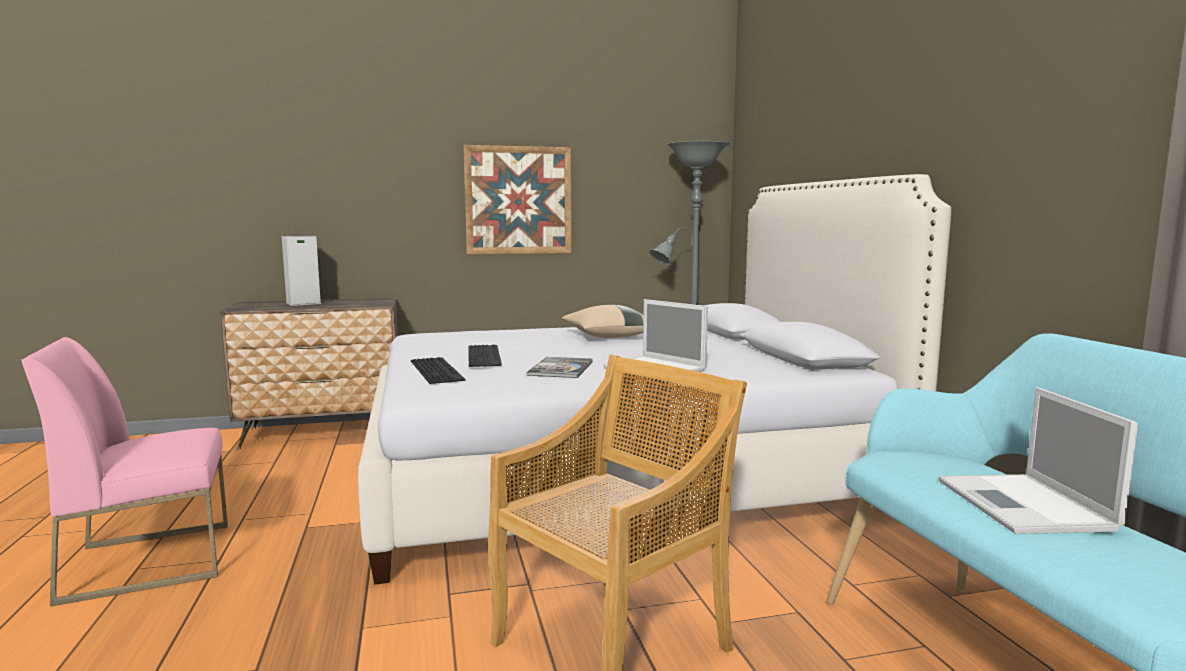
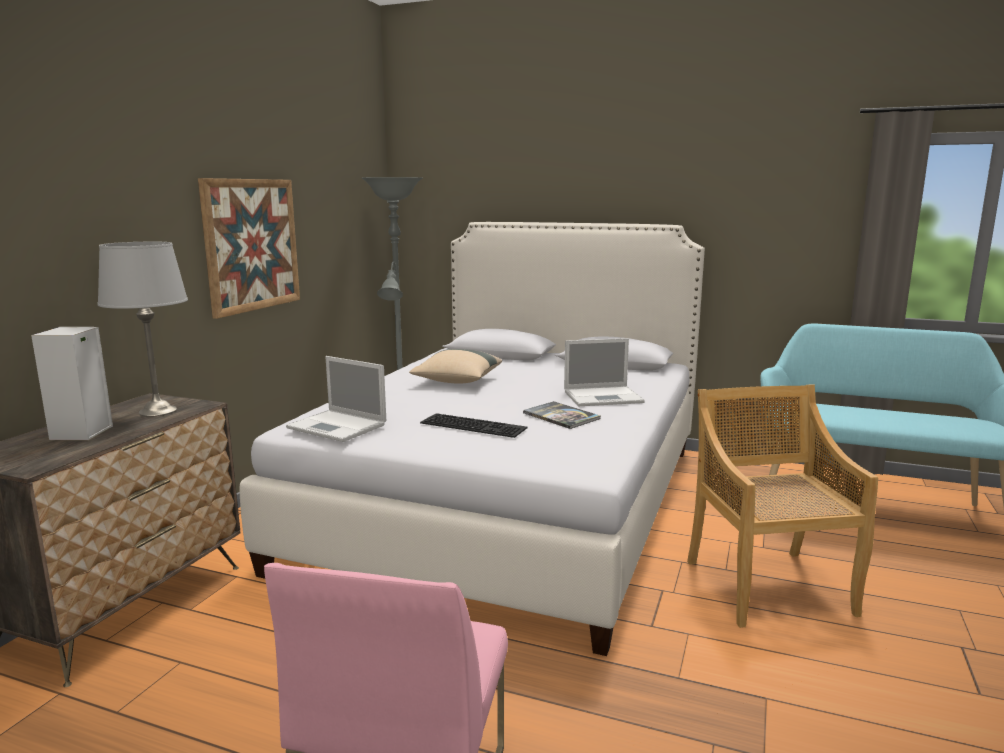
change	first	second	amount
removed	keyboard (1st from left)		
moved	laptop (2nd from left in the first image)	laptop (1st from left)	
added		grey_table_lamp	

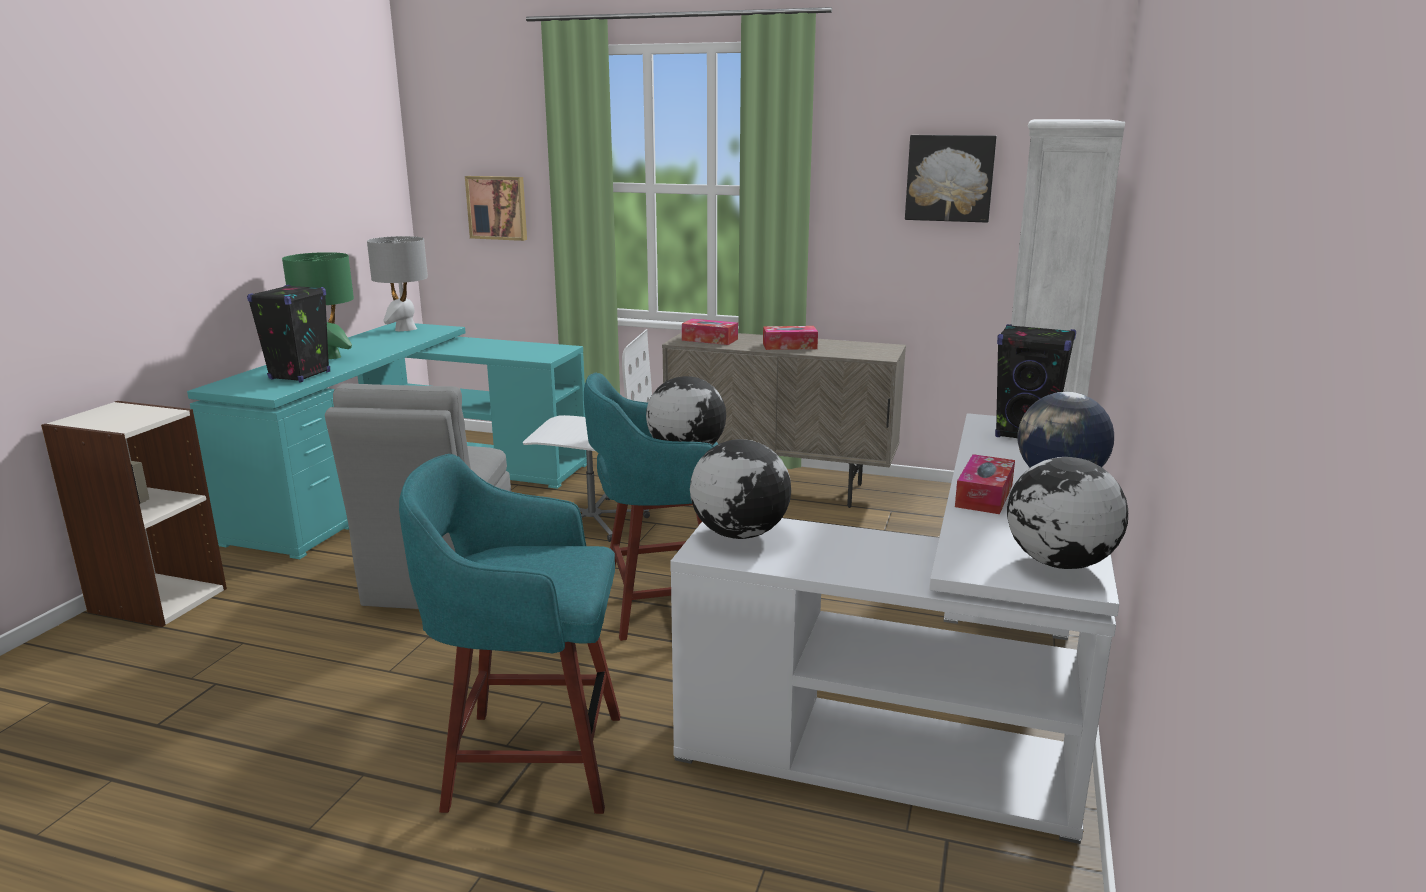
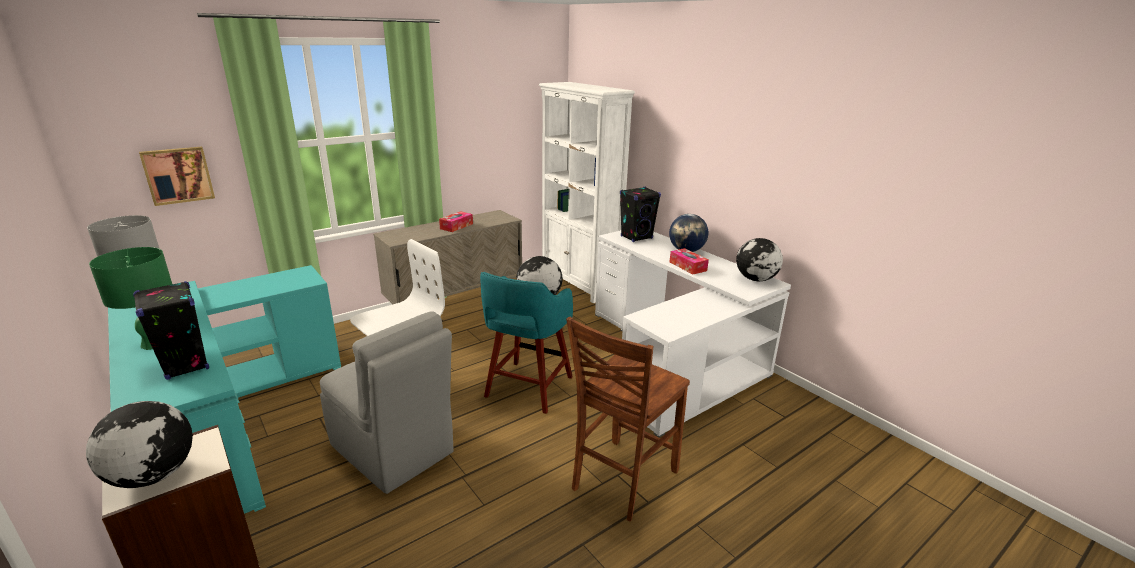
change	first	second	amount
removed	picture (2nd from left)		
removed	tissue_box (1st from left)		
moved	globe (2nd from left in the first image)	globe (1st from left)	
replaced	turquoise_stool (1st from left)	brown_chair	

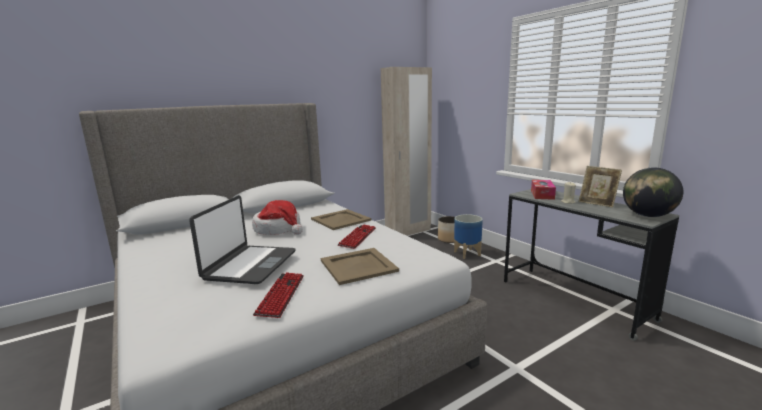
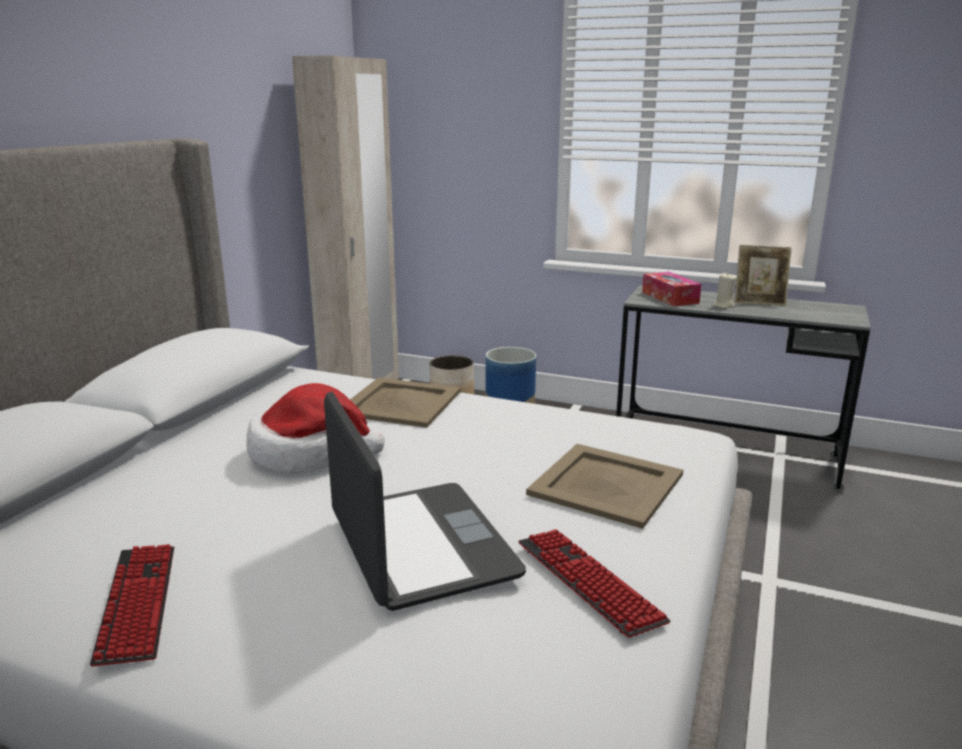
change	first	second	amount
removed	globe		
moved	keyboard (2nd from left in the first image)	keyboard (1st from left)	

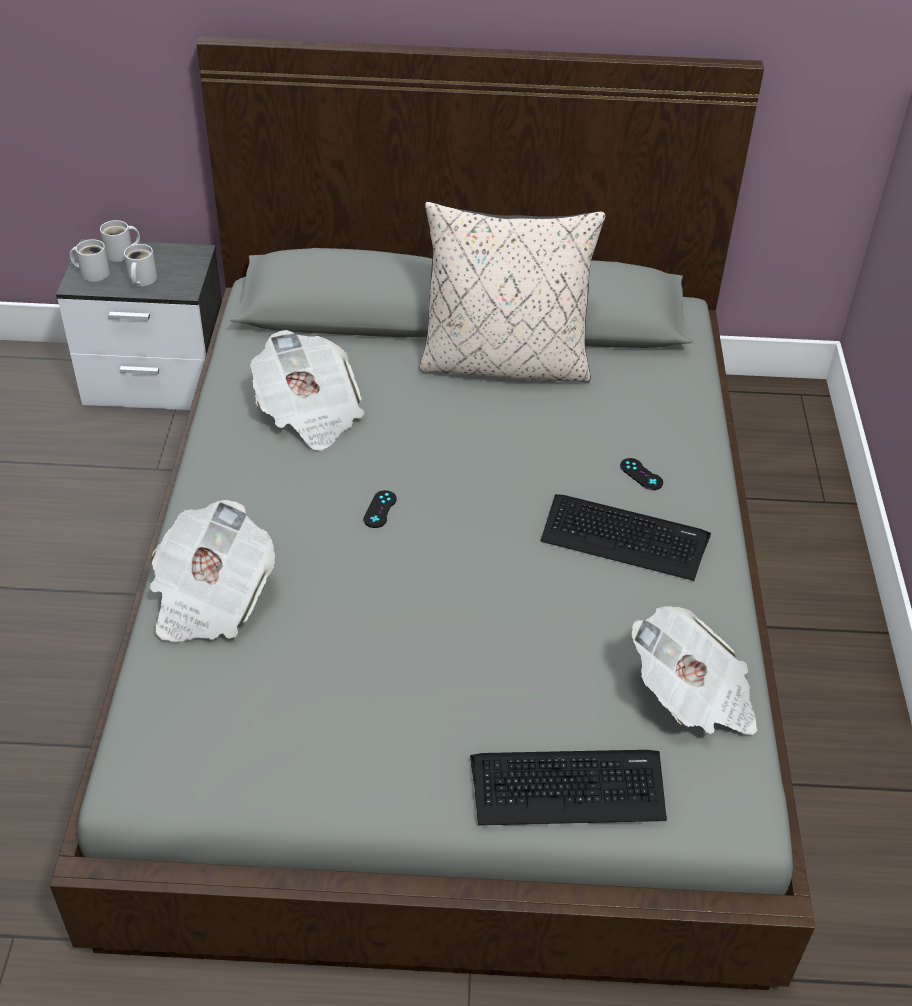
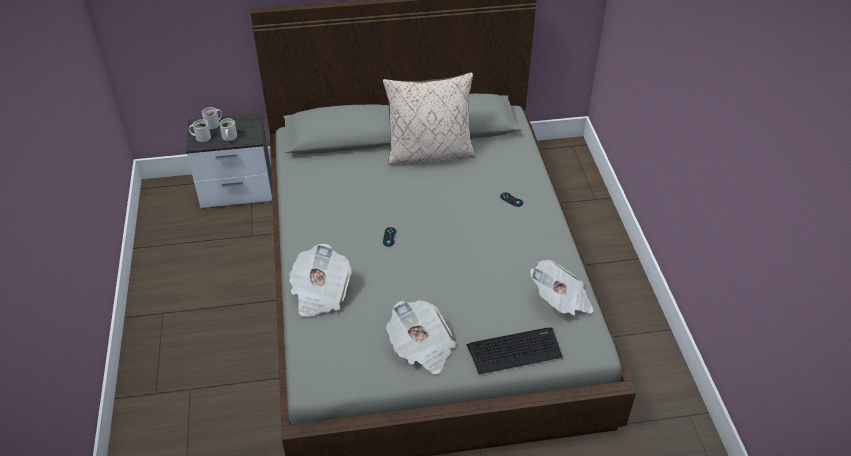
change	first	second	amount
moved	newspaper (2nd from left)		
removed	keyboard (2nd from left)		

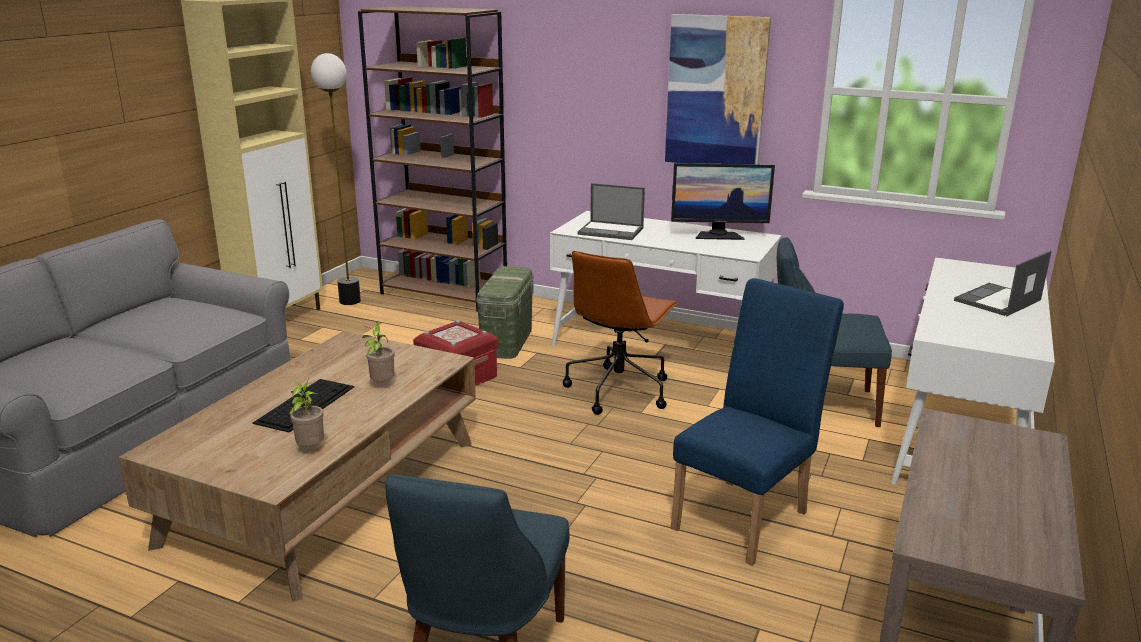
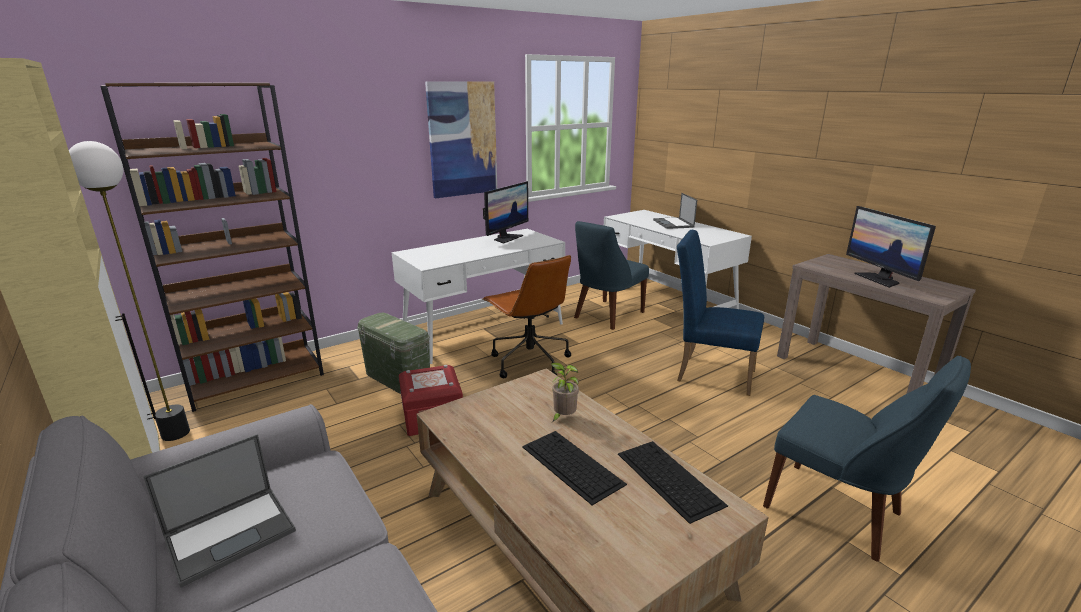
change	first	second	amount
moved	laptop (1st from left)		
turned	blue_chair (2nd from left)		45 degrees counterclockwise
replaced	potted_plant (1st from left)	keyboard (2nd from left)	
added		monitor (2nd from left)	

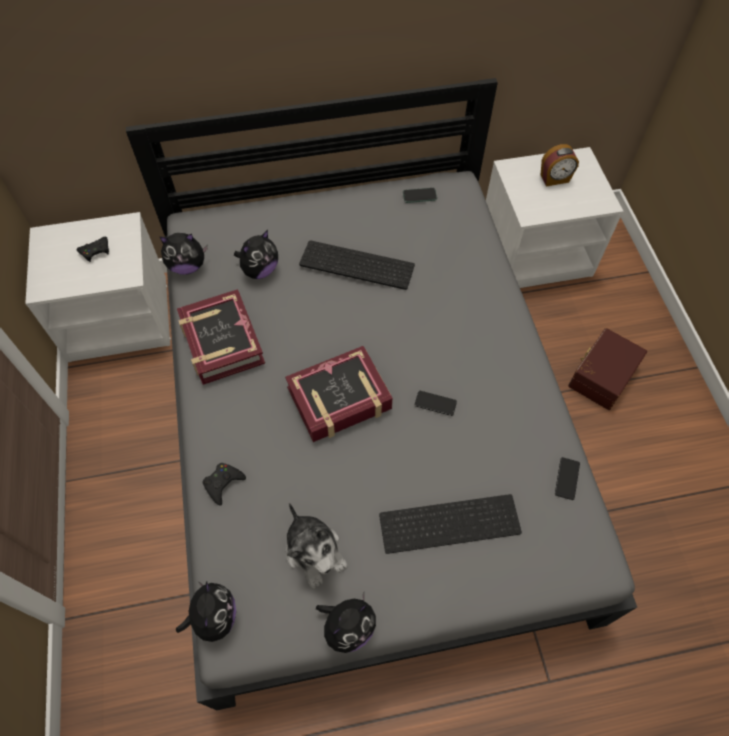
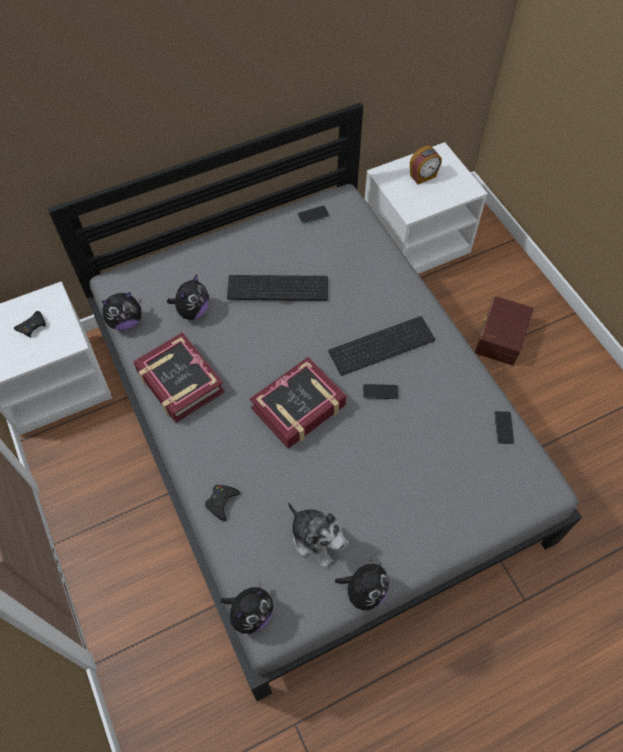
change	first	second	amount
moved	keyboard (2nd from left)		
turned	plush_toy (2nd from left in the first image)	plush_toy (3rd from left)	60 degrees clockwise

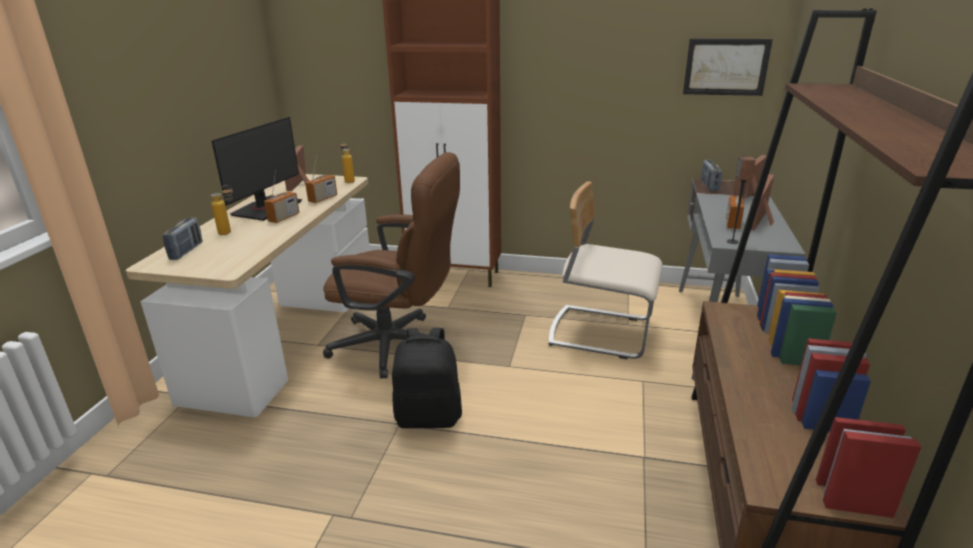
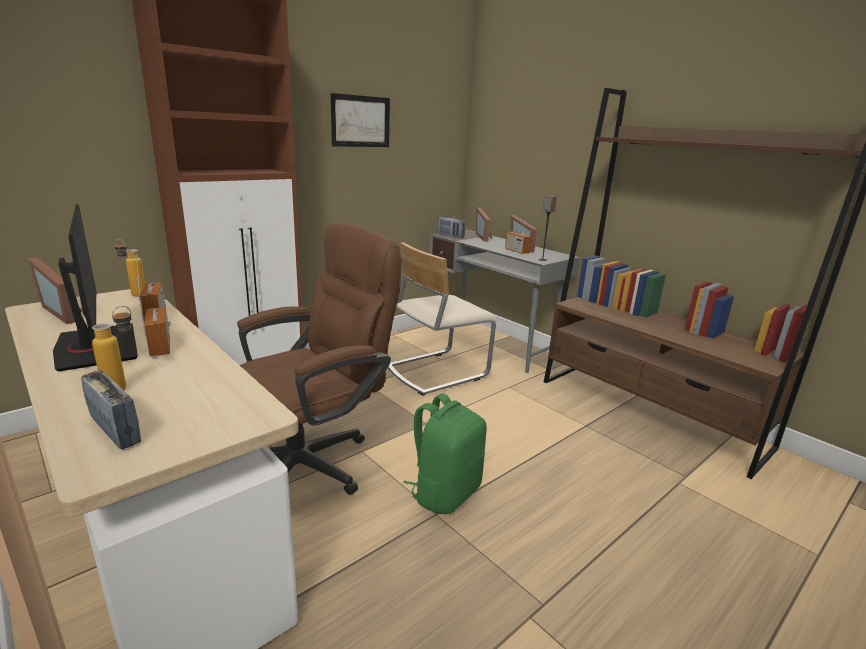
change	first	second	amount
moved	picture		
recoloured	black_backpack	green_backpack	

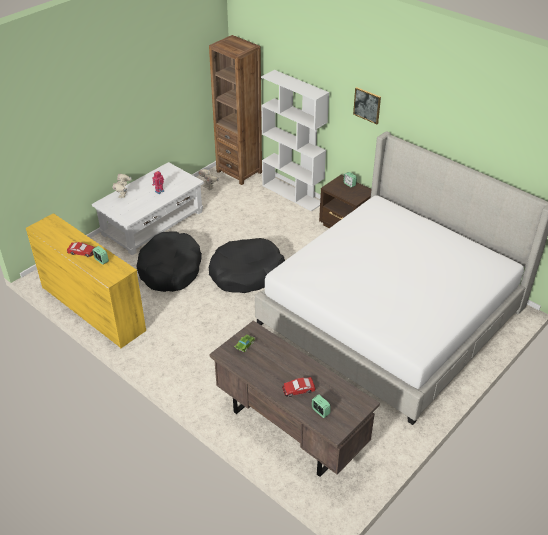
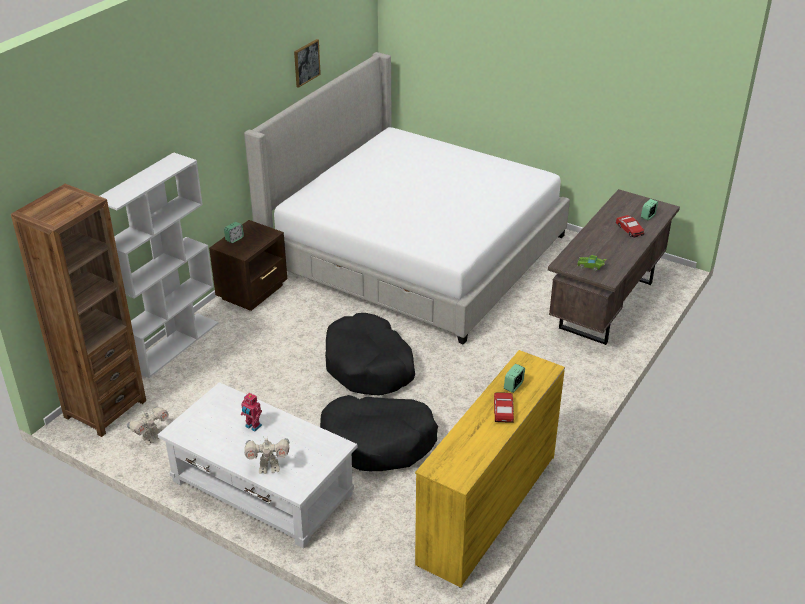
change	first	second	amount
moved	picture		

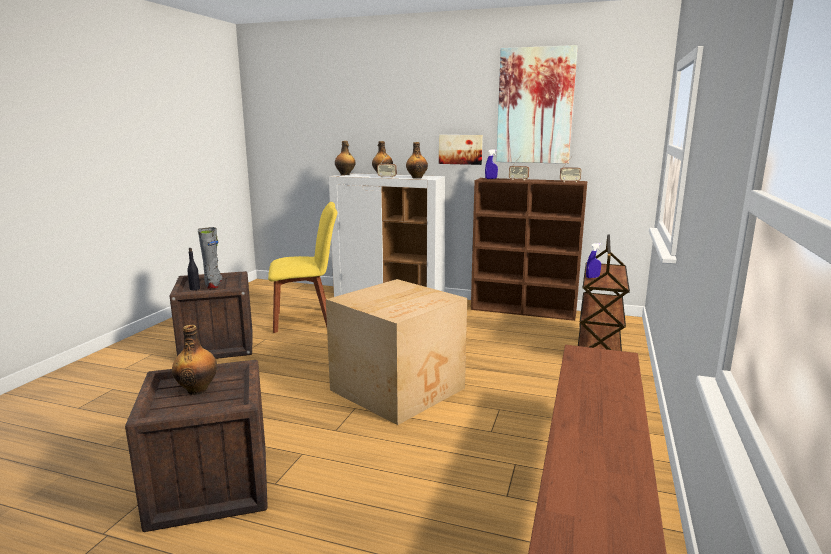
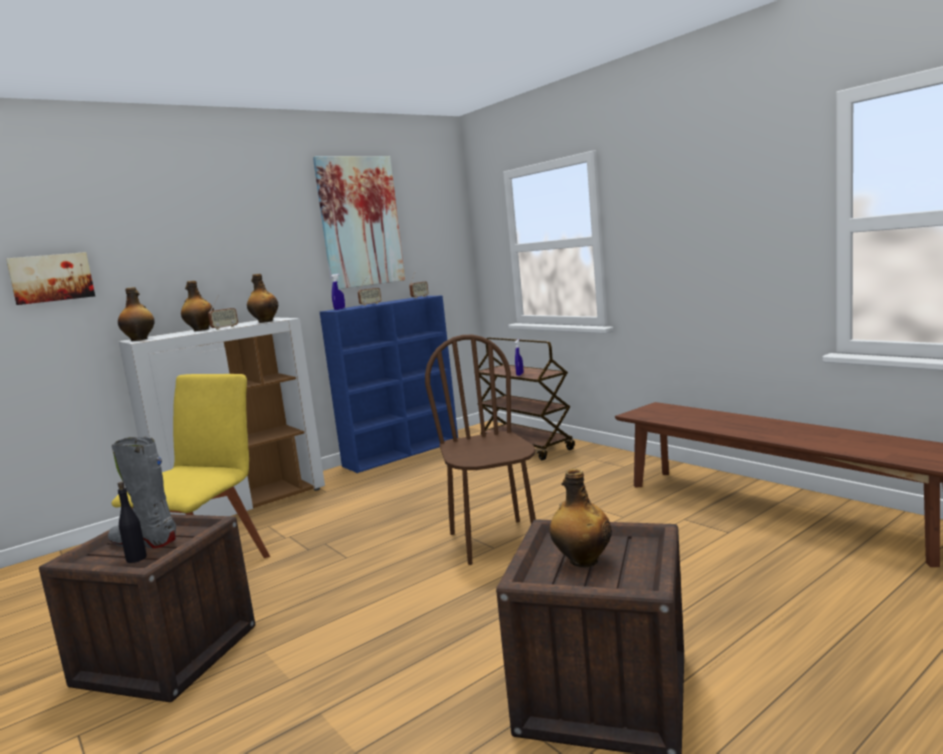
change	first	second	amount
moved	picture (1st from left)		
recoloured	brown_bookcase	blue_bookcase	
replaced	cardboard_box	brown_chair	

